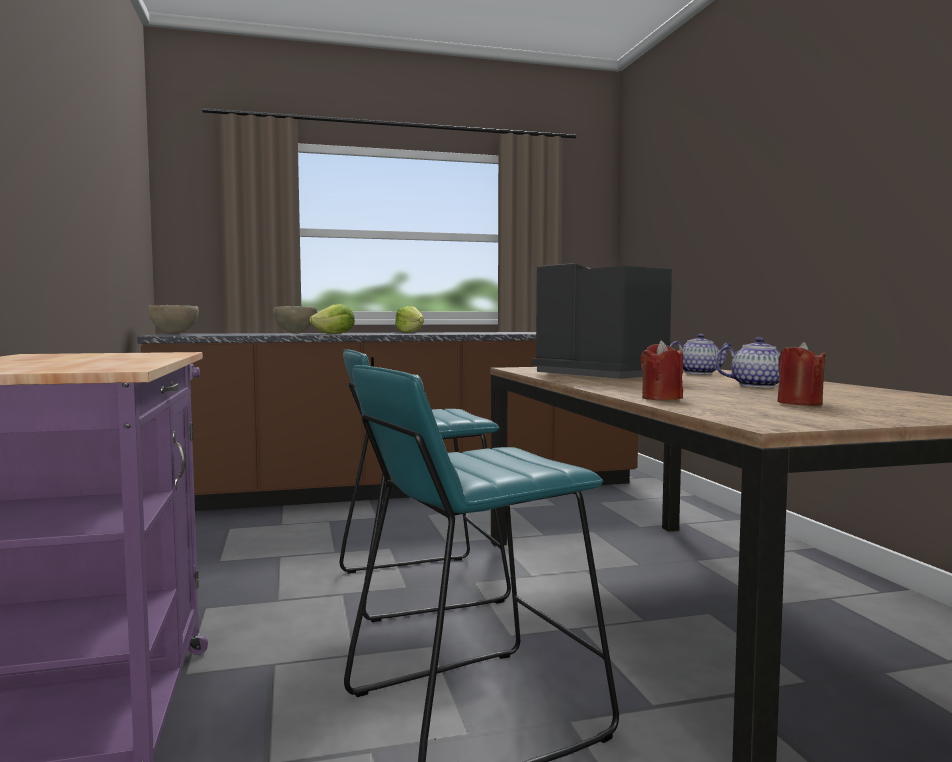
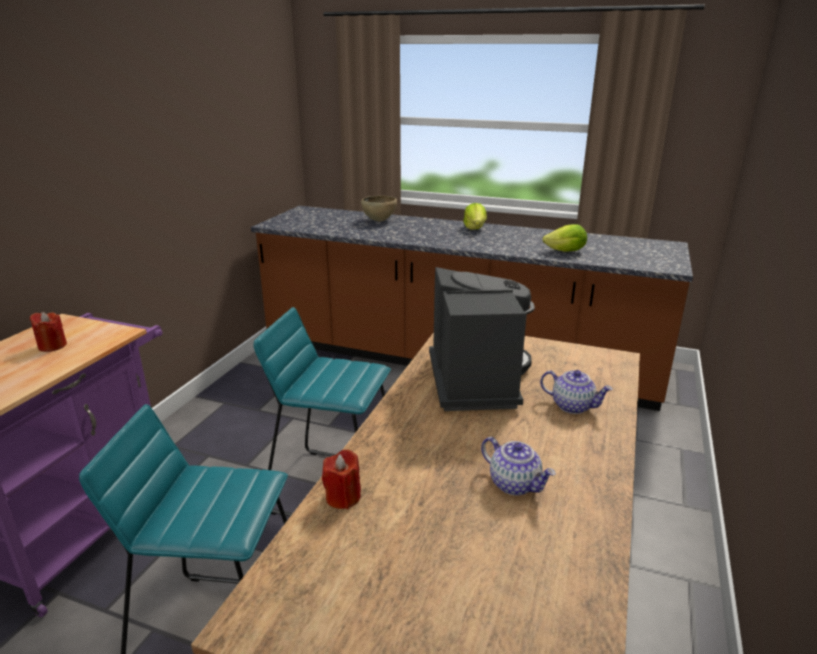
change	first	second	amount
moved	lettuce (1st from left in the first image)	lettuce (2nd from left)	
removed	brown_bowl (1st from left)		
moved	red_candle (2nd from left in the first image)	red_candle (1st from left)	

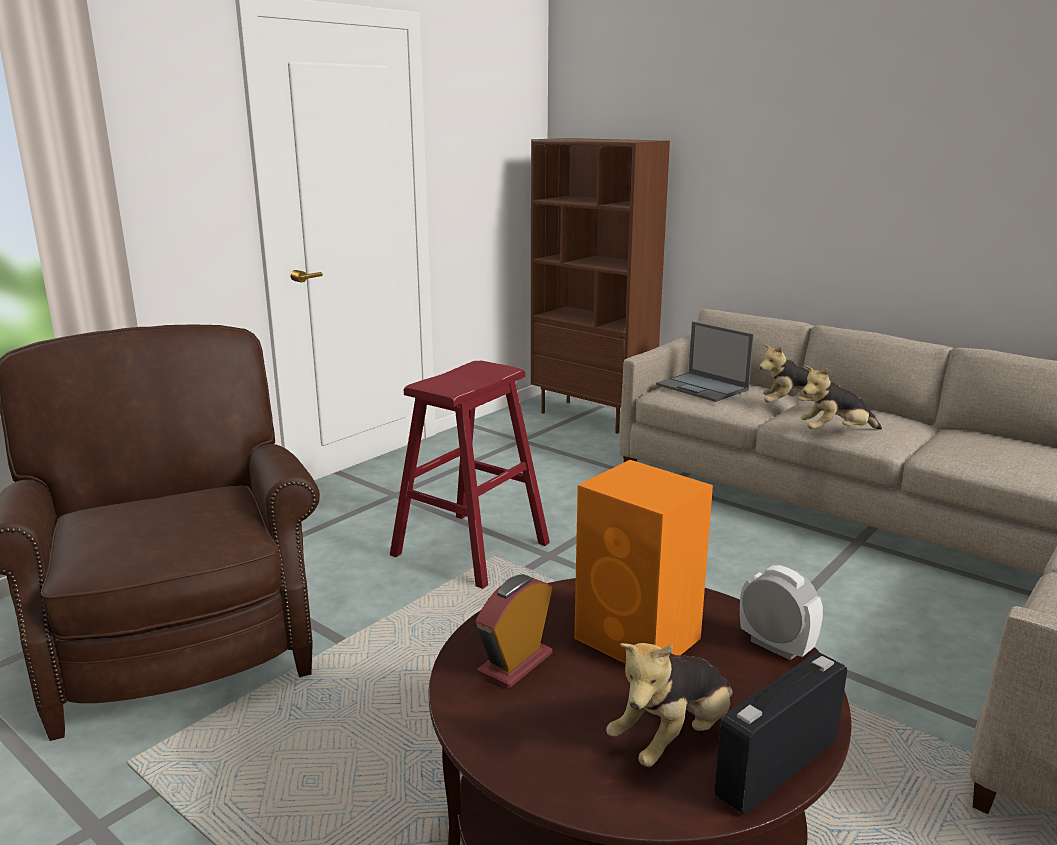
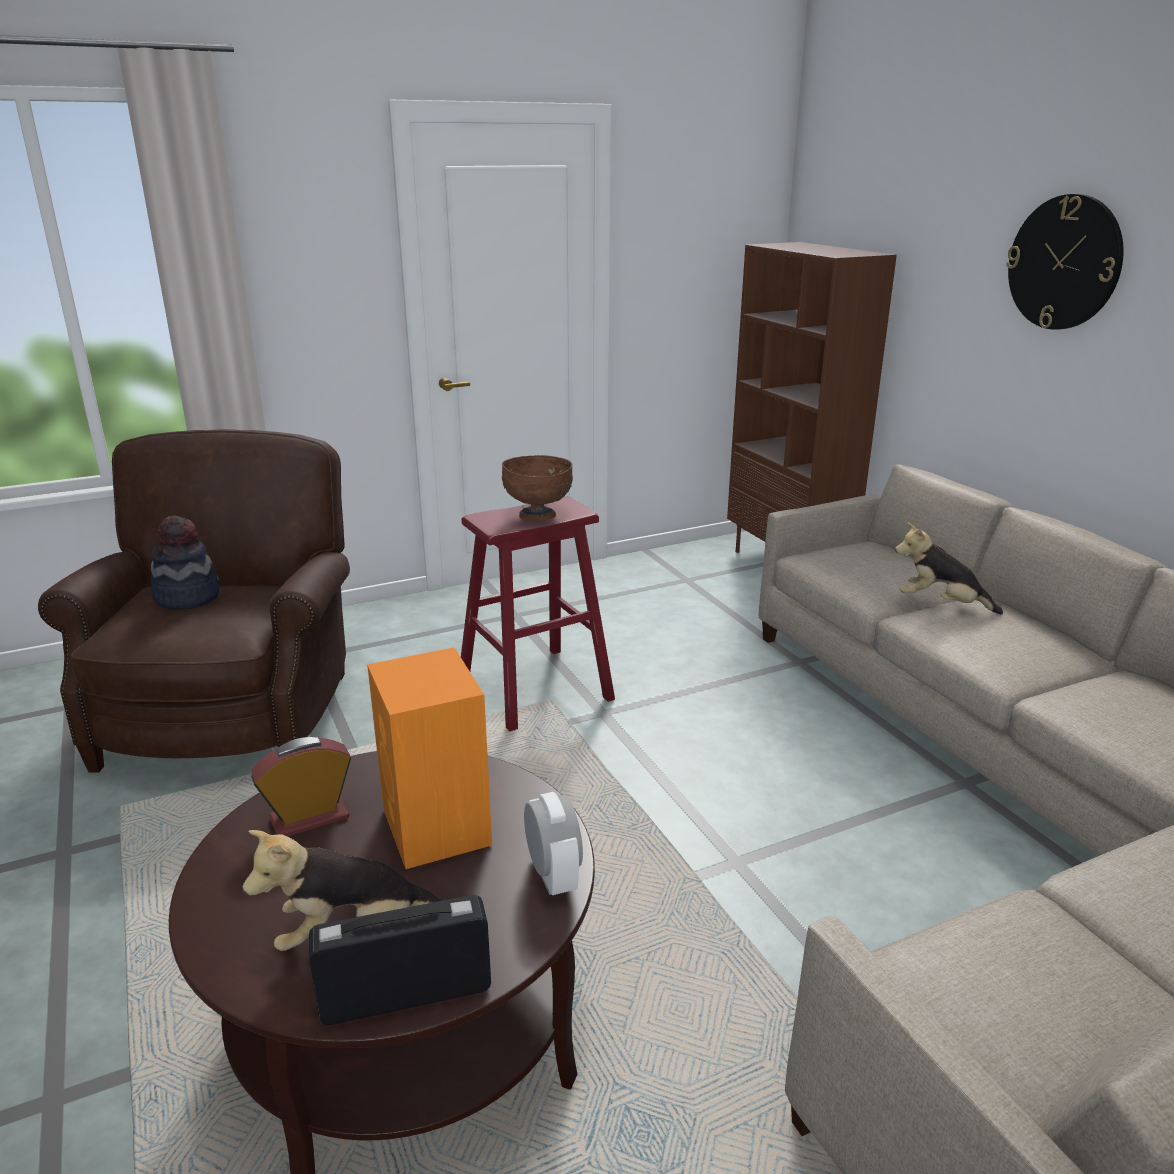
change	first	second	amount
removed	laptop		
removed	plush_toy (3rd from left)		
added		wall_clock	
added		brown_bowl	
added		hat	

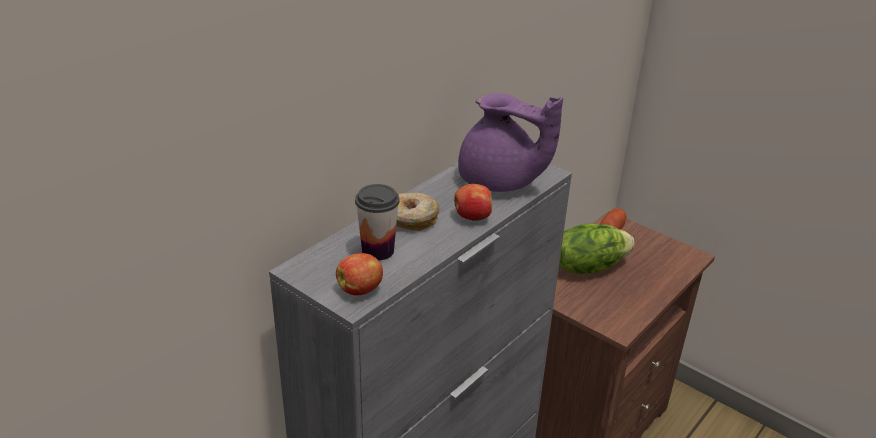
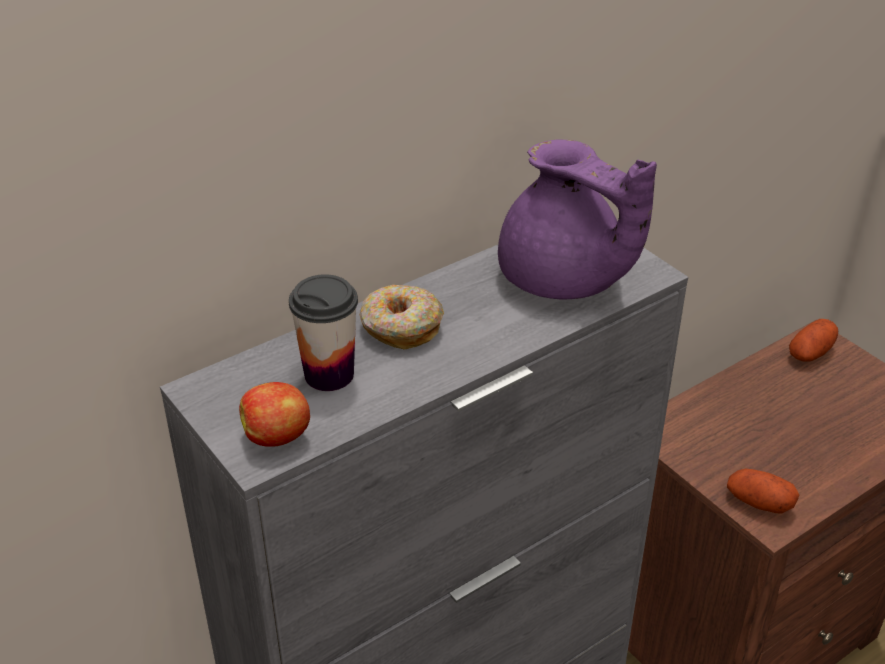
change	first	second	amount
removed	apple (2nd from left)		
removed	lettuce		
added		potato (1st from left)	

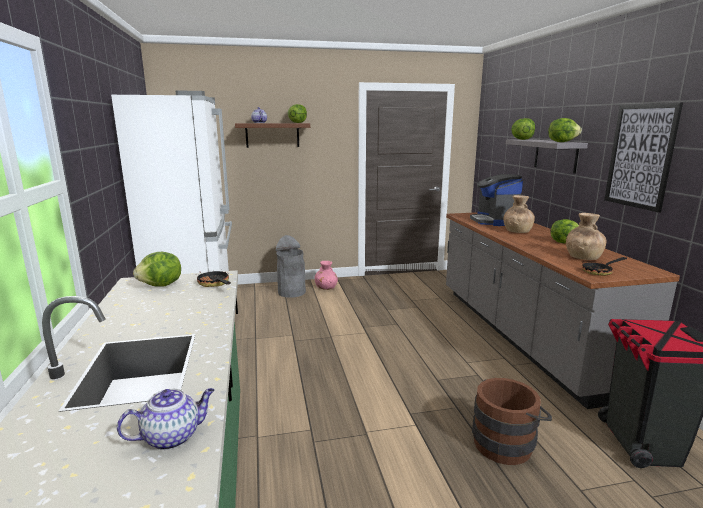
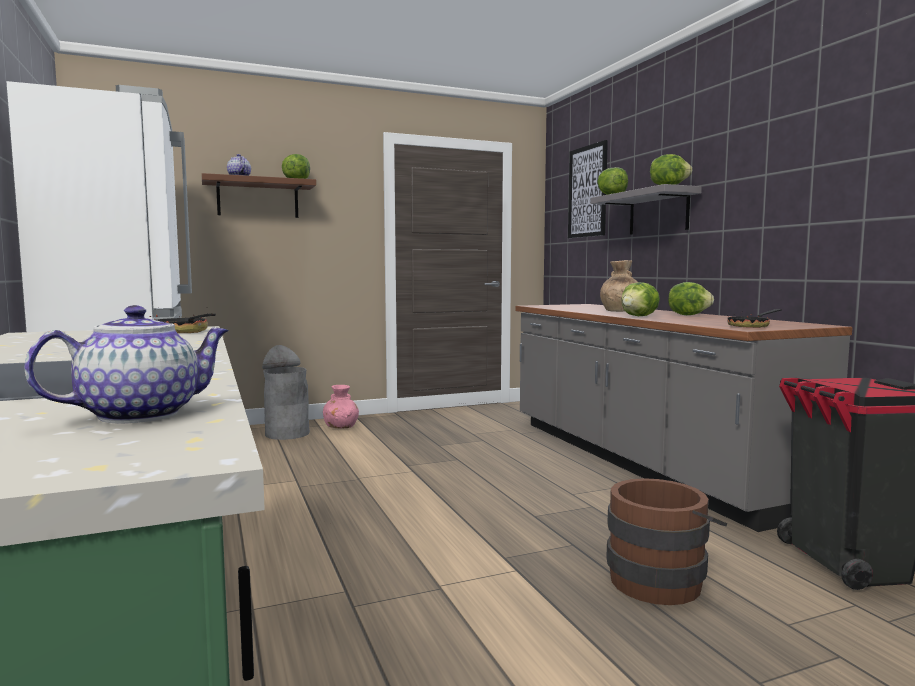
change	first	second	amount
moved	picture		
removed	coffee_machine		
removed	brown_vase (2nd from left)		
moved	lettuce (1st from left in the first image)	lettuce (3rd from left)	

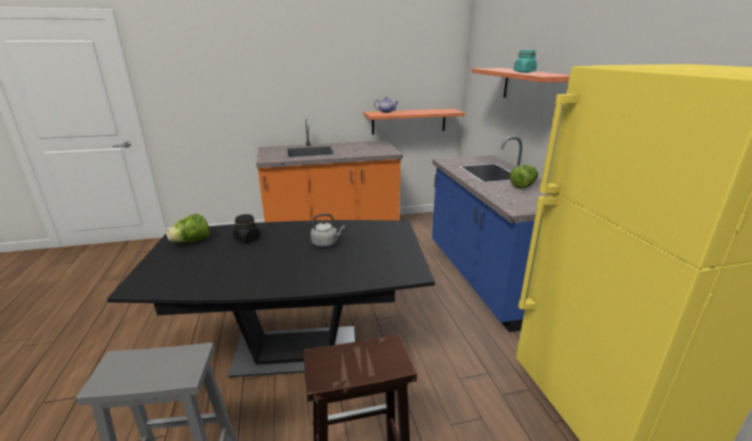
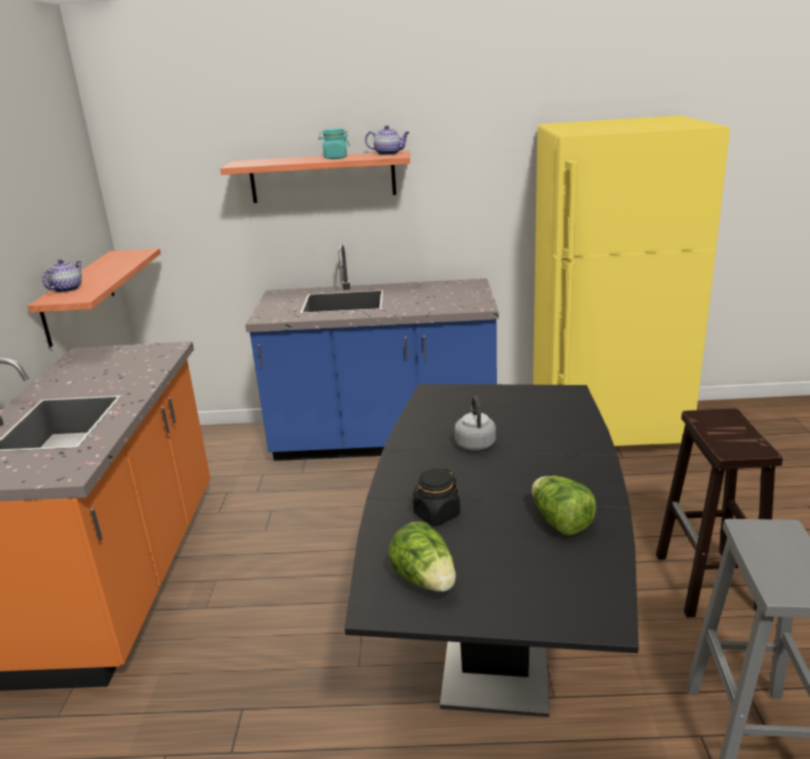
change	first	second	amount
moved	lettuce (2nd from left)		
added		teapot (2nd from left)	

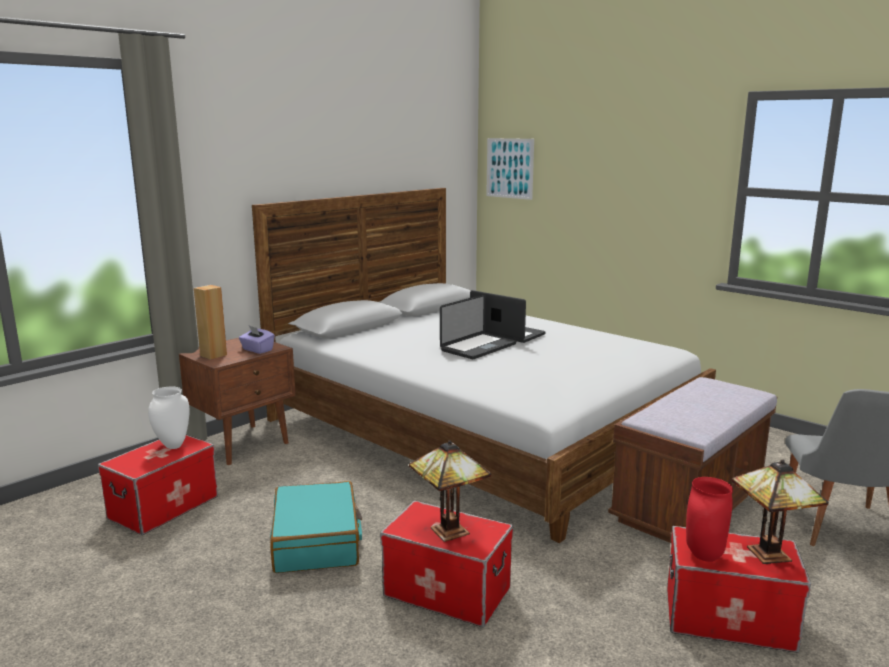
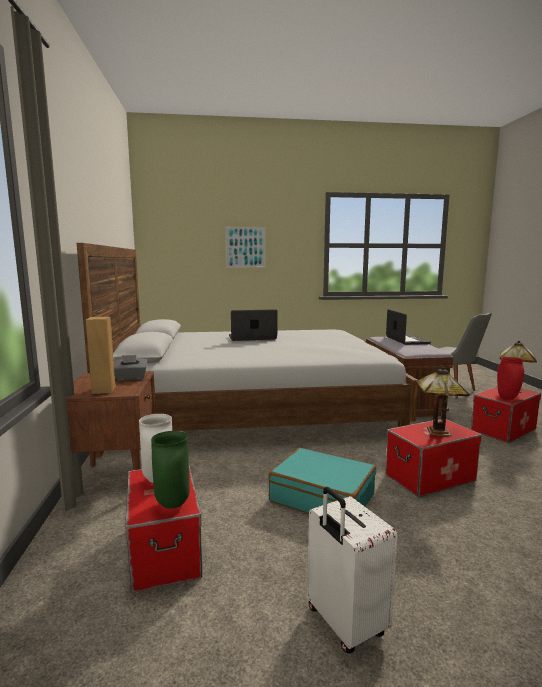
change	first	second	amount
moved	picture		
moved	laptop (1st from left in the first image)	laptop (2nd from left)	
recoloured	purple_tissue_box	grey_tissue_box	
added		green_vase	
added		white_suitcase	

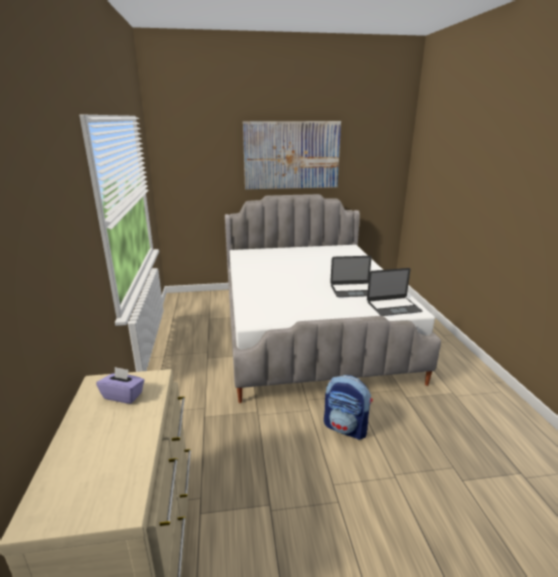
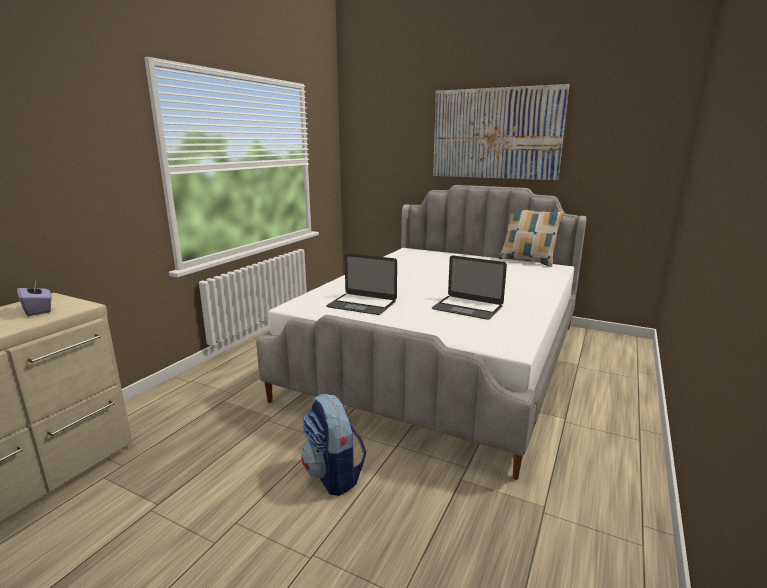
change	first	second	amount
moved	laptop (2nd from left in the first image)	laptop (1st from left)	
added		pillow	

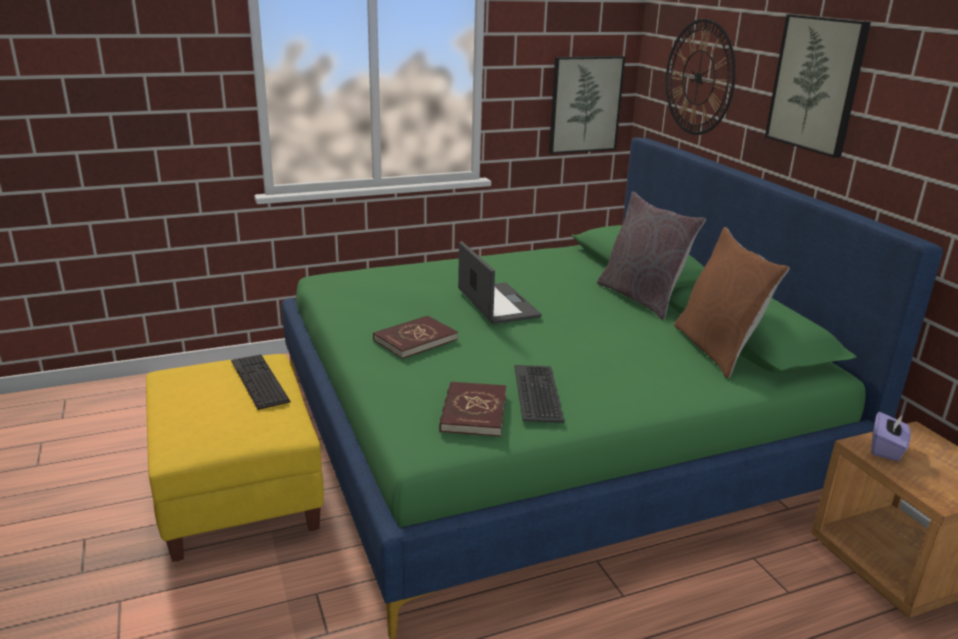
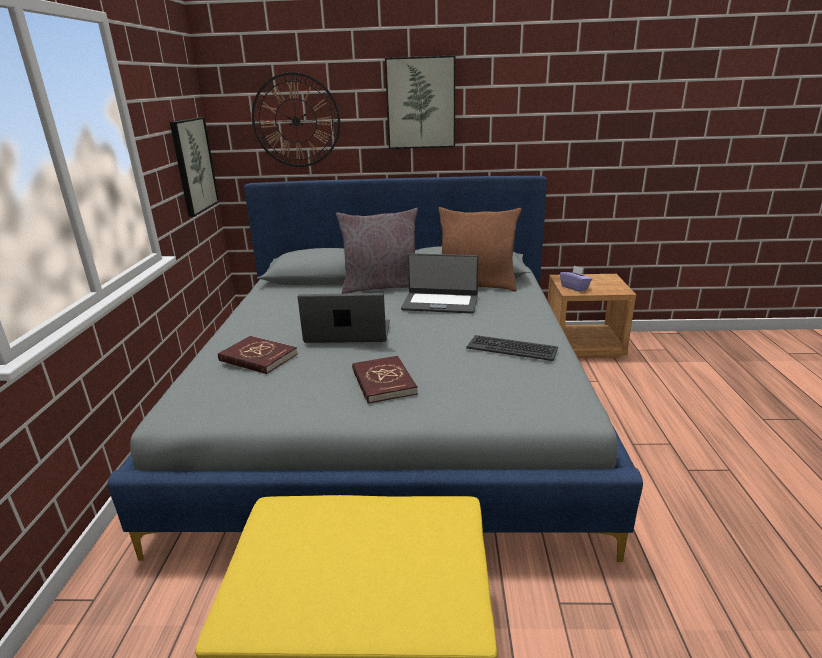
change	first	second	amount
recoloured	green_bed	grey_bed	
removed	keyboard (1st from left)		
moved	red_book (2nd from left in the first image)	red_book (1st from left)	
added		laptop (2nd from left)	

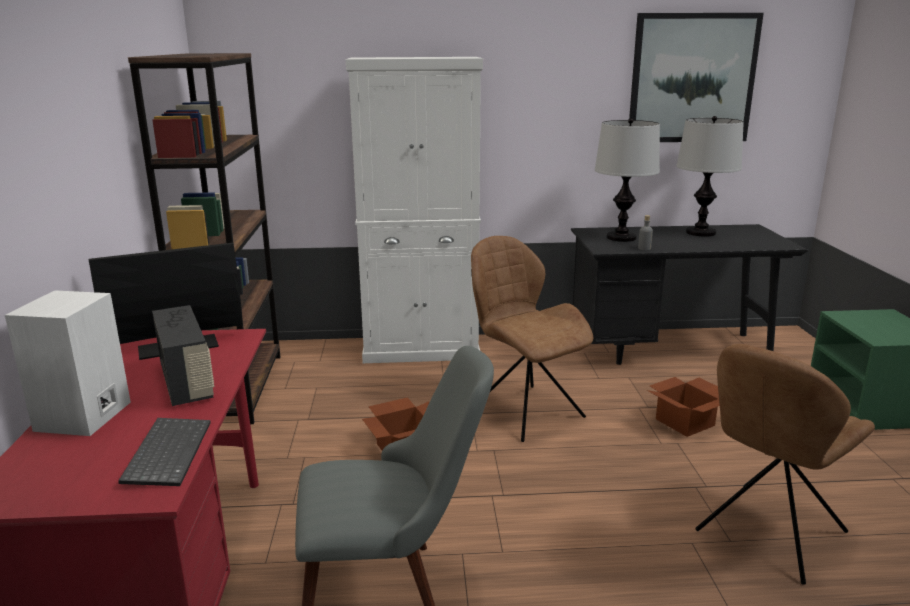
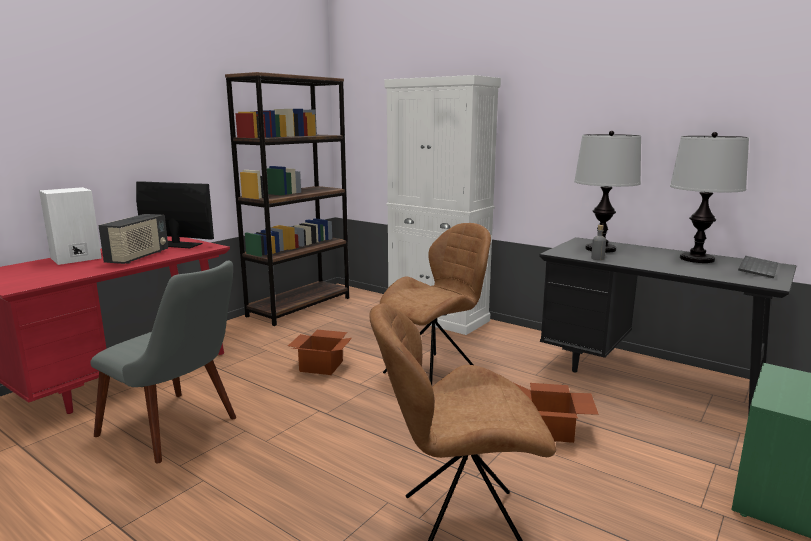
change	first	second	amount
removed	picture		
turned	brown_chair (1st from left)		45 degrees clockwise
moved	keyboard		

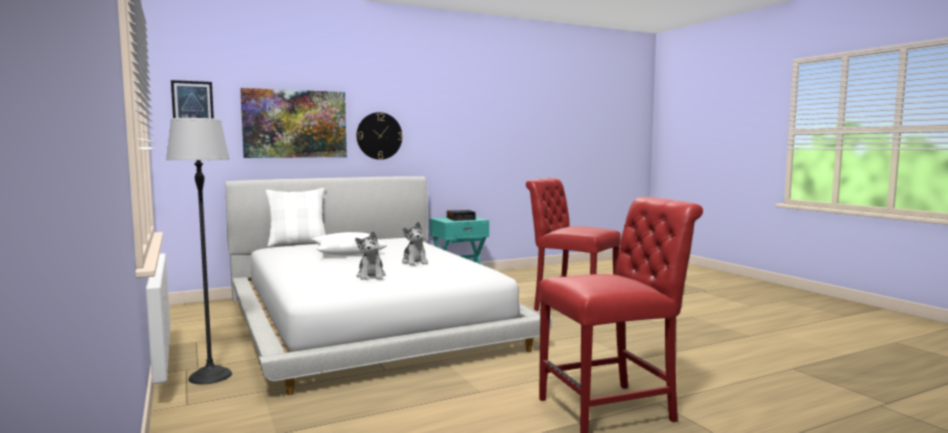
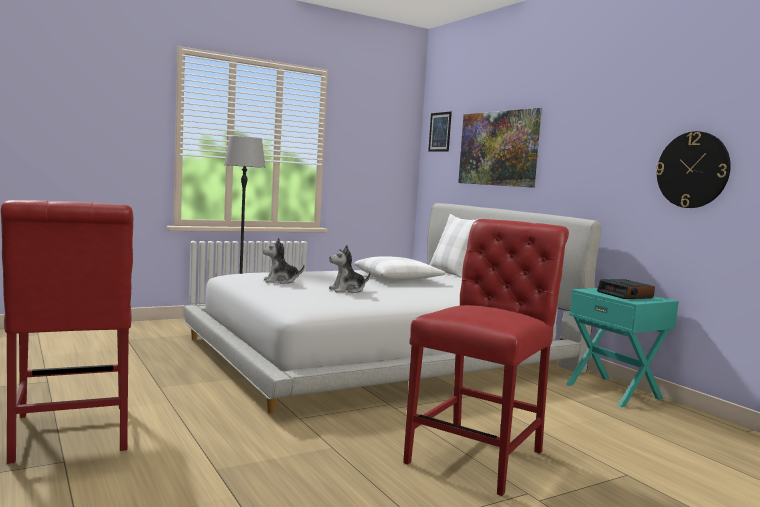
change	first	second	amount
moved	wall_clock		

